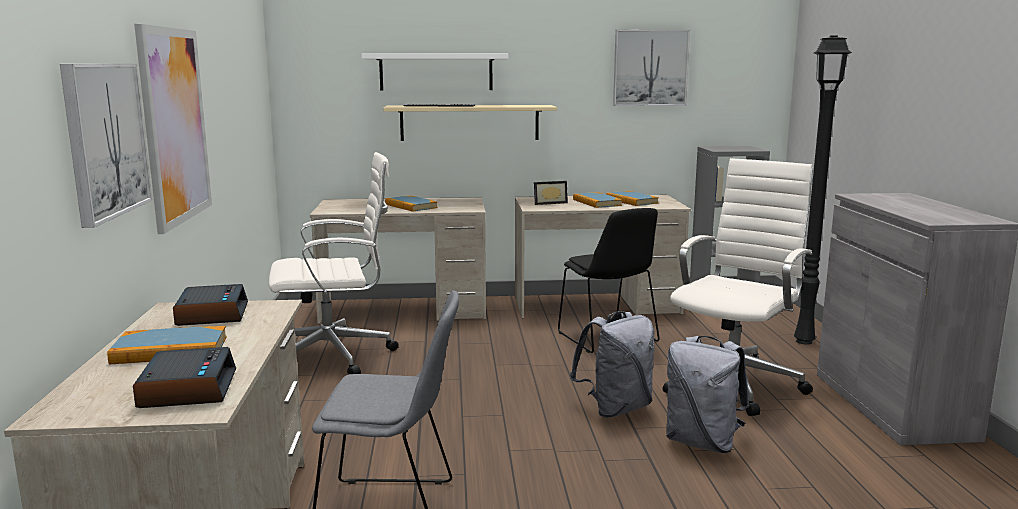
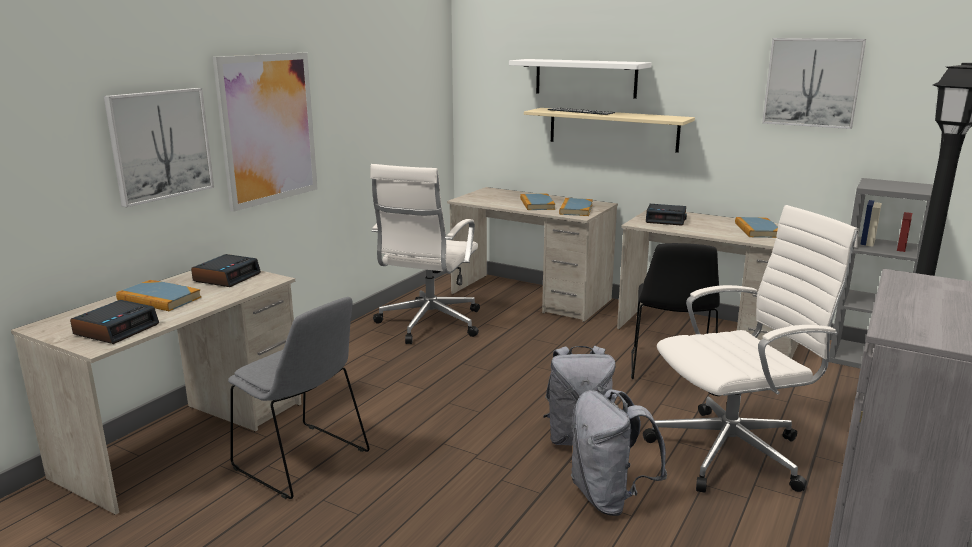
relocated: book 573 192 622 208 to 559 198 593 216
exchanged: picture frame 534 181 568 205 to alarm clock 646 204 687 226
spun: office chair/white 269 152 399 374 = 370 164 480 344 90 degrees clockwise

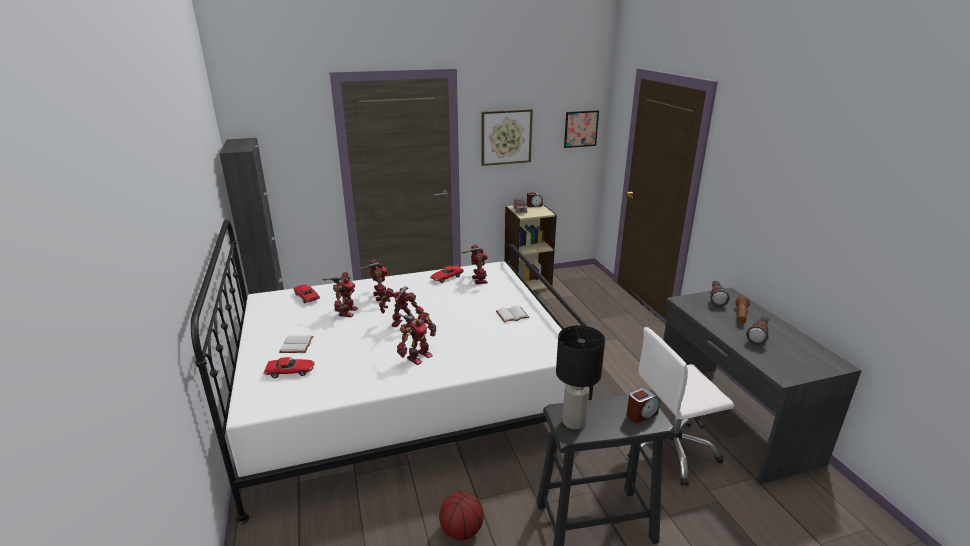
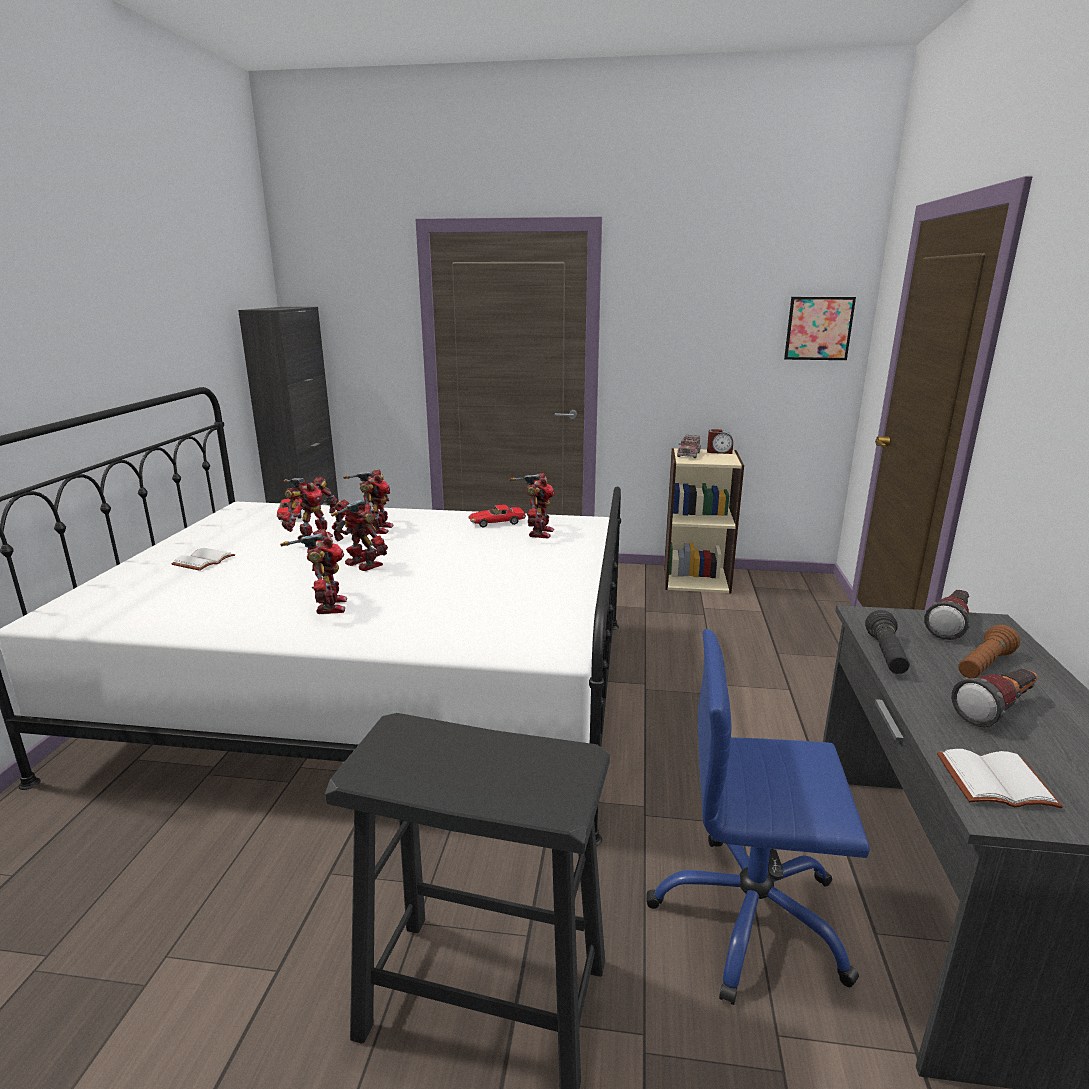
missing: toy car 264 357 315 378; basketball 439 491 484 540; picture 481 109 533 166; table lamp/black 556 325 605 429; alarm clock 627 388 660 423
appeared: flashlight/black 865 610 910 674
relocated: book/white 496 306 530 323 to 937 749 1063 808
colour: office chair/white 627 327 734 486 to office chair/blue 646 629 870 1005
spun: toy robot 397 312 436 365 = 280 529 347 614 75 degrees counterclockwise

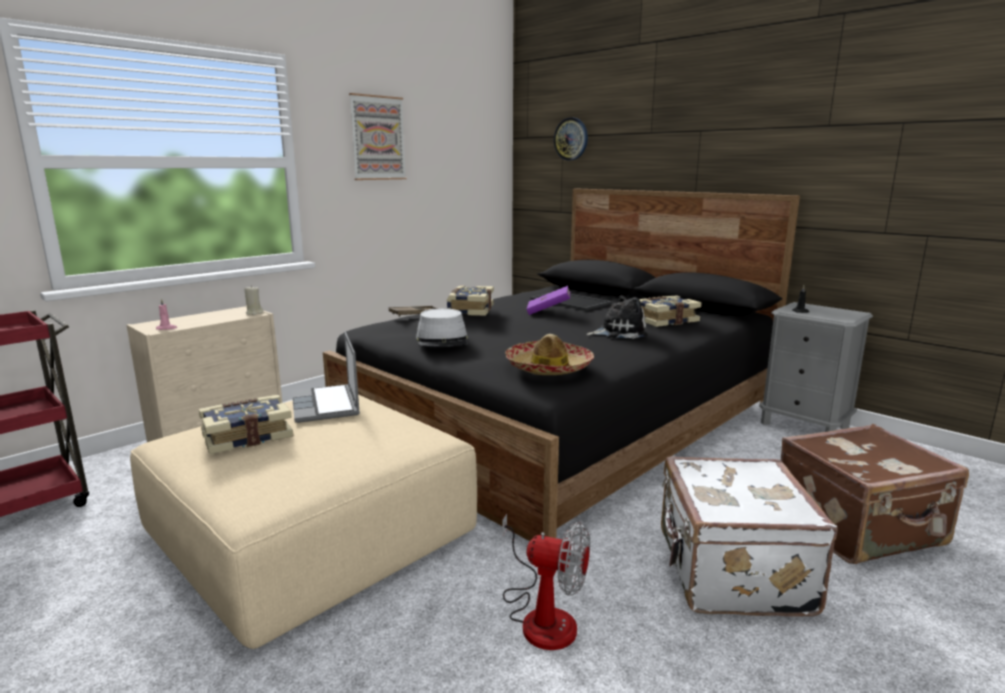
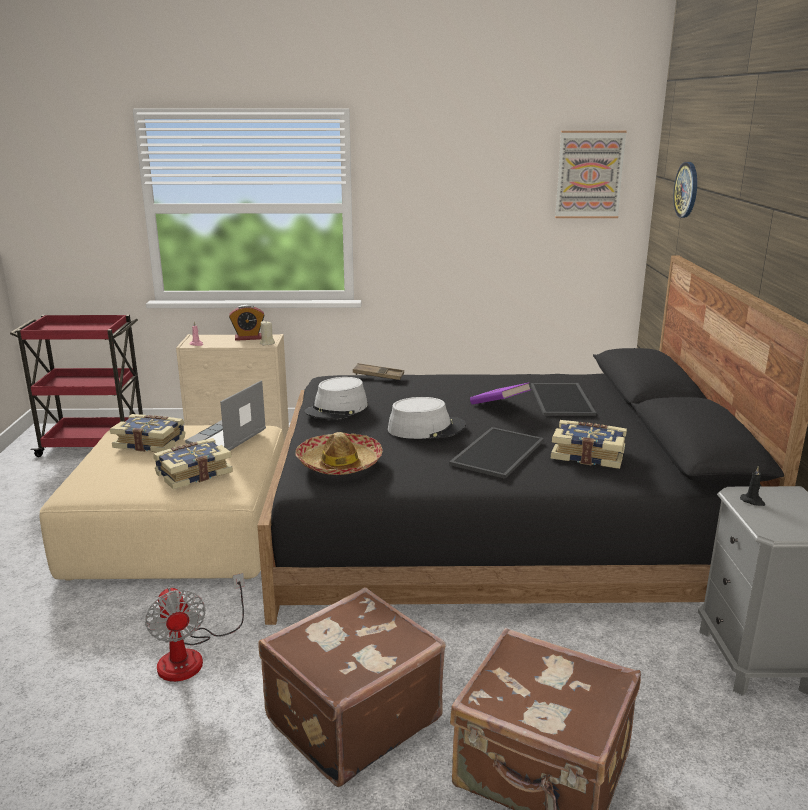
appeared: alarm clock 229 305 265 341; hat/grey 388 397 466 439
relocated: picture 349 93 406 180 to 555 131 627 218; book 446 286 494 316 to 153 438 233 489
exchanged: plush toy 586 295 648 339 to tray 449 427 544 479
colour: suitcase/white 661 456 838 617 to suitcase/brown 258 587 446 787

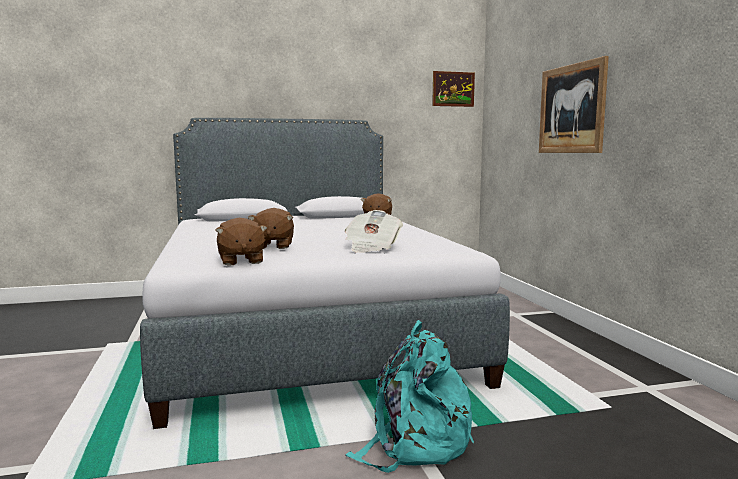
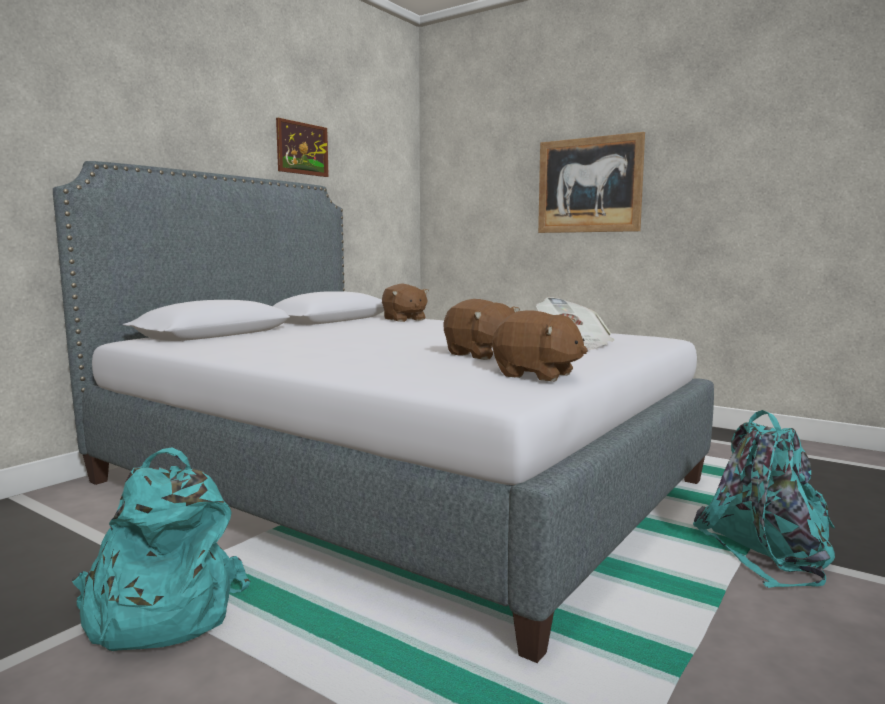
appeared: backpack/turquoise 72 447 250 651
relocated: picture 432 71 475 107 to 276 118 329 177

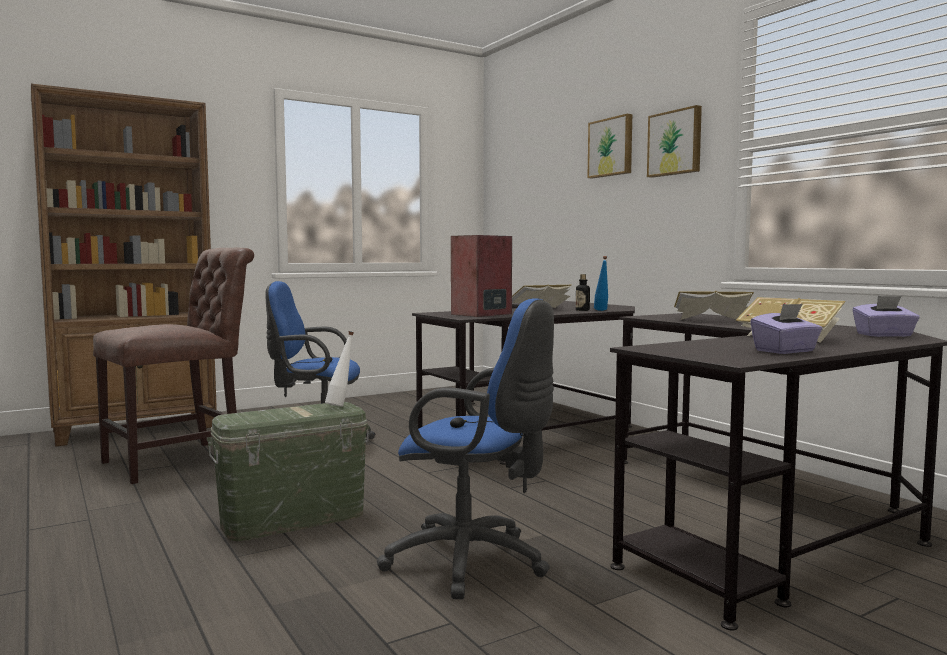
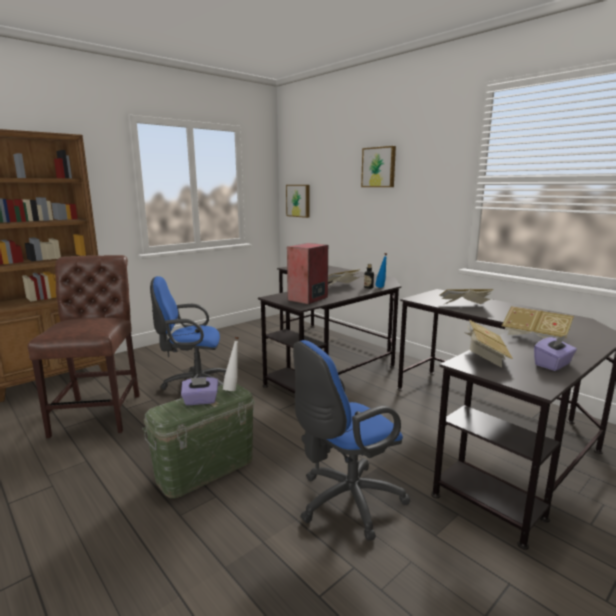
appeared: book 466 320 513 368
relocated: picture 647 105 702 178 to 286 185 310 218; tissue box/purple 853 296 920 337 to 181 377 218 405
spun: chair/brown 93 247 254 484 = 28 255 140 438 45 degrees counterclockwise; office chair/blue 377 298 554 599 = 293 340 410 541 135 degrees clockwise

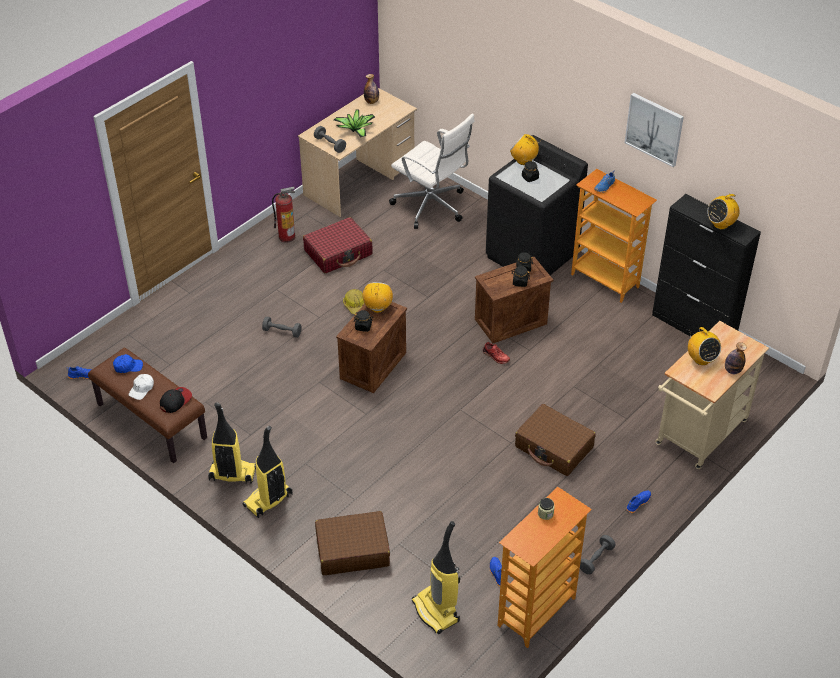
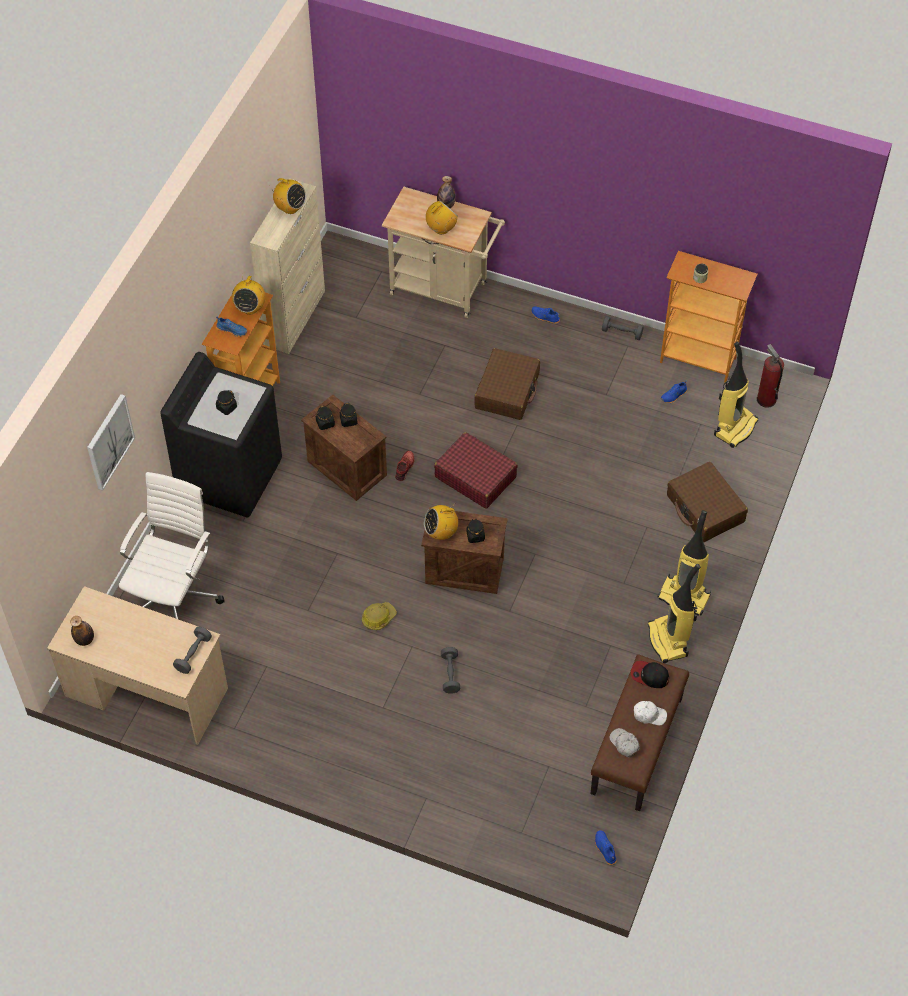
missing: potted plant 334 109 375 137
relocated: fire extinguisher 272 187 295 243 to 757 344 784 408; suitcase/red 303 217 373 273 to 434 432 518 509; radio 510 134 539 165 to 232 276 265 315; picture 625 93 684 167 to 87 394 135 491
colour: cap/blue 113 354 143 373 to cap/white 609 728 639 757; cabinet/black 652 194 761 337 to cabinet/beige 250 179 325 354

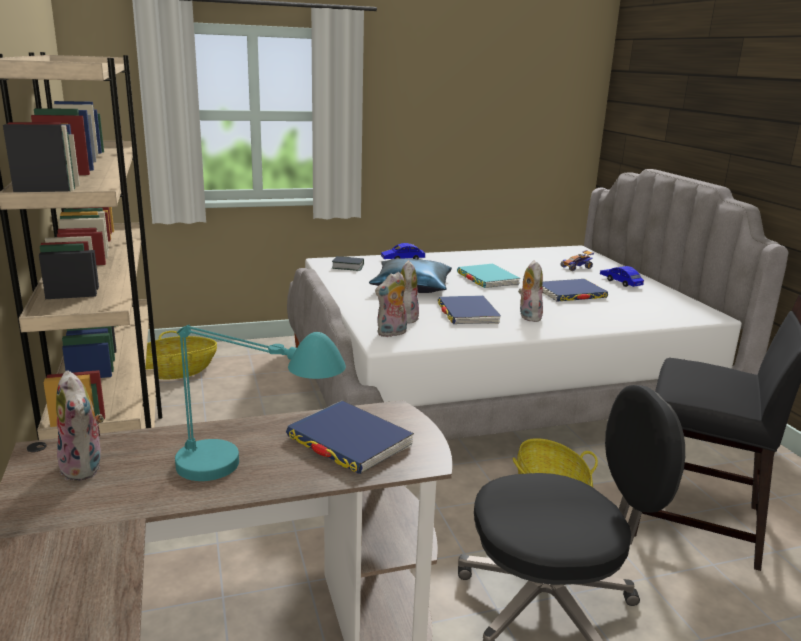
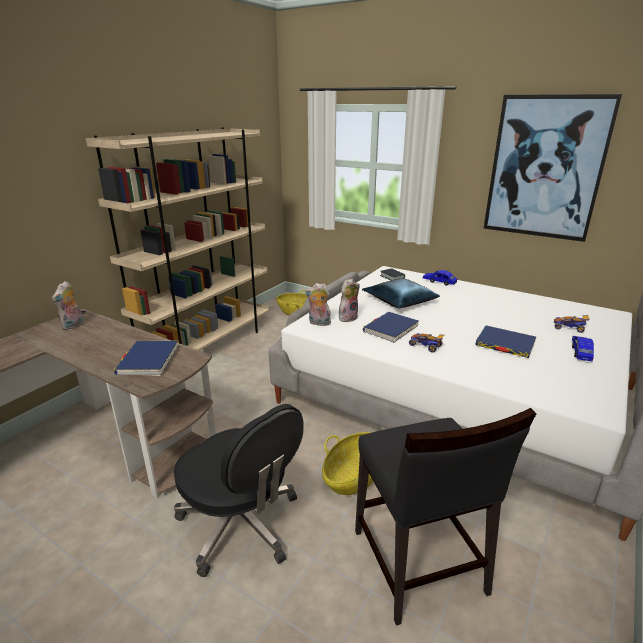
missing: table lamp/turquoise 175 325 346 481; book/turquoise 457 264 520 288
appeared: picture 484 94 622 242
exchanged: plush toy 518 260 543 322 to toy car 409 333 444 353

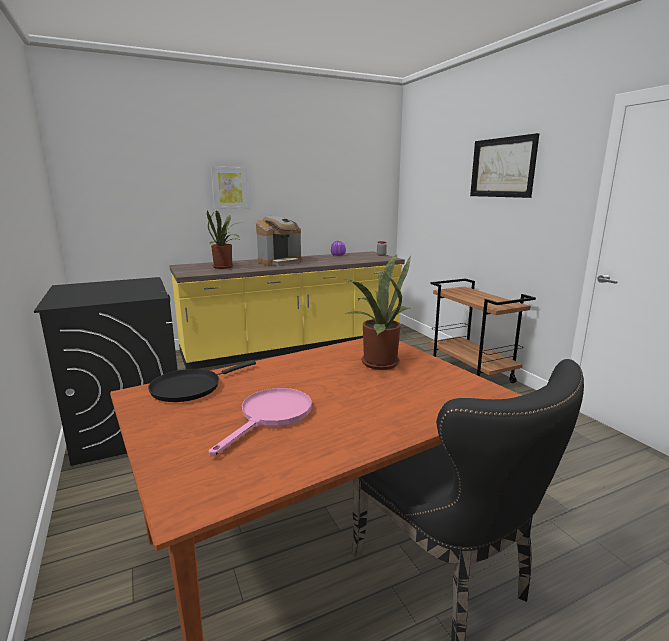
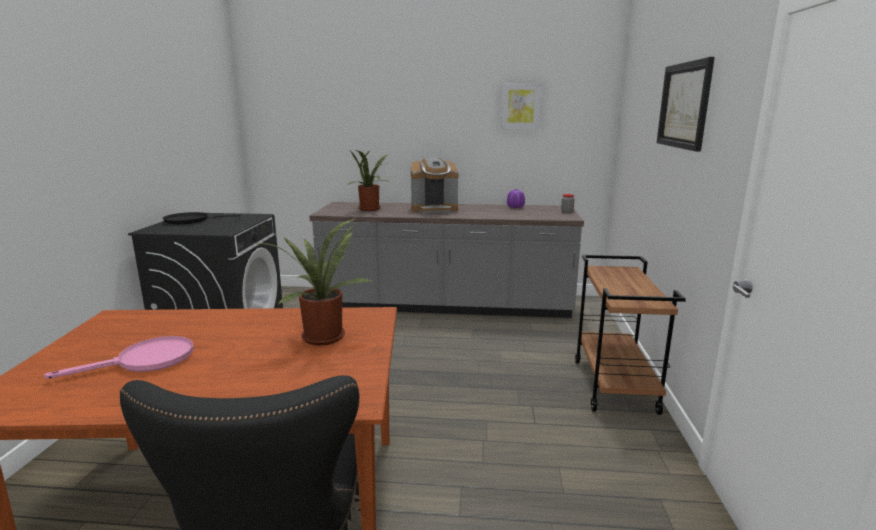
relocated: frying pan/black 148 360 256 402 to 163 212 240 224; picture 211 167 249 209 to 501 83 542 129
colour: counter/yellow 169 251 405 369 to counter/grey 310 202 584 318

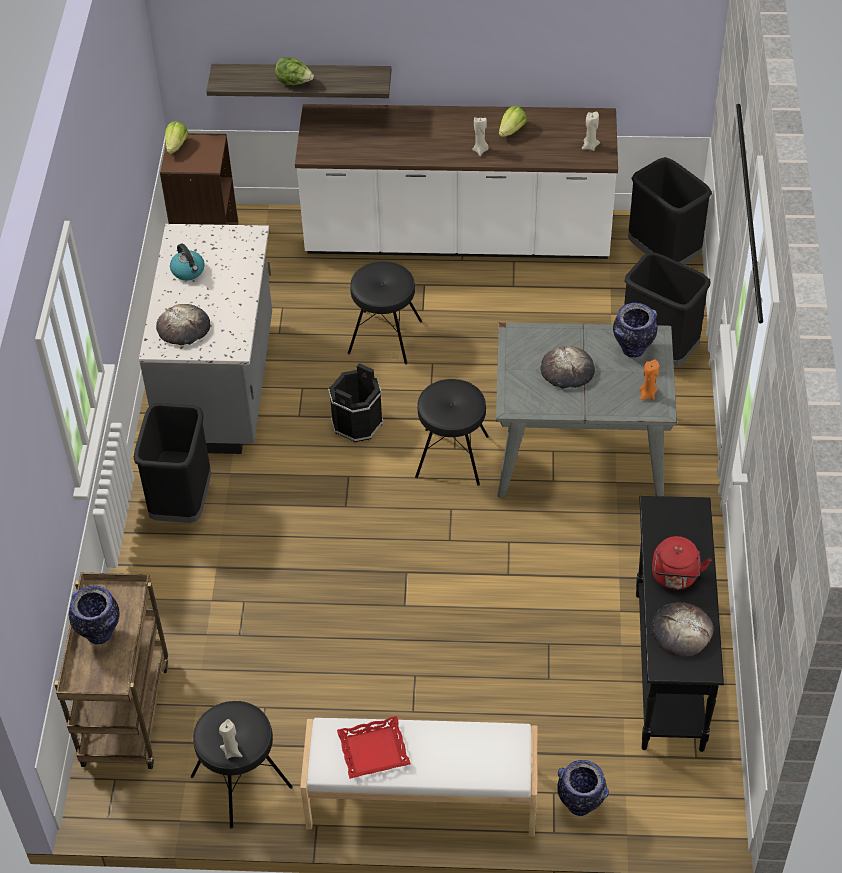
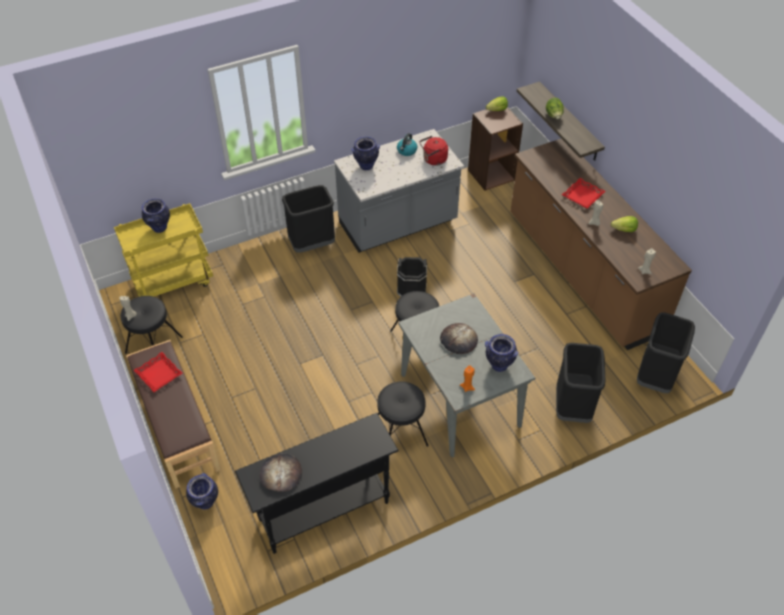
appeared: tray/red 562 178 606 209
relocated: stool/black 348 261 422 365 to 377 381 429 447; kettle/red 652 536 711 590 to 419 136 448 166
exchanged: bread 156 304 210 345 to vase 351 136 380 170
colour: cart/brown 55 573 168 769 to cart/yellow 114 203 213 297; counter/white 295 104 618 259 to counter/brown 510 139 692 350; bench/white 300 718 537 837 to bench/brown 126 340 221 489

